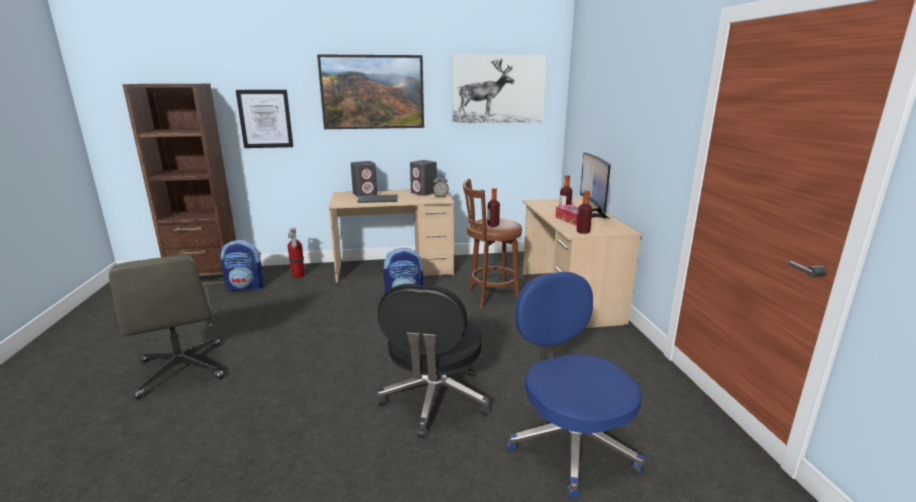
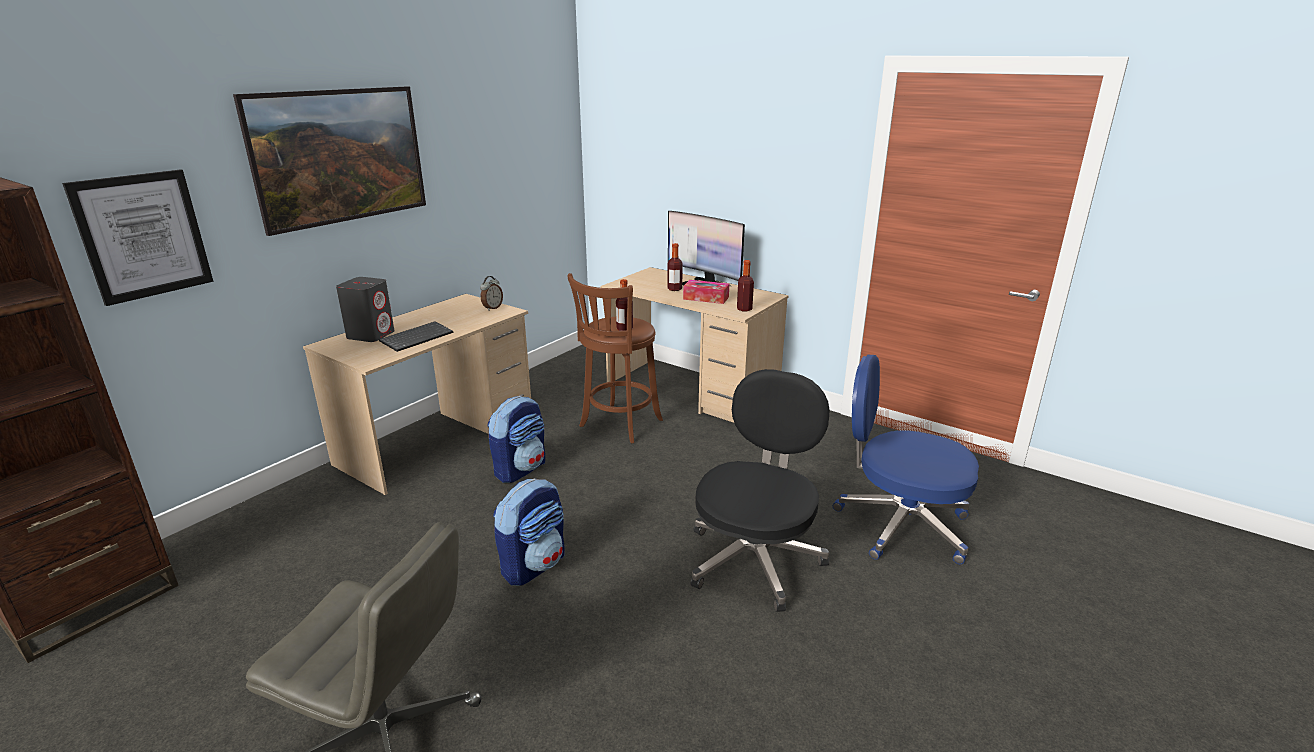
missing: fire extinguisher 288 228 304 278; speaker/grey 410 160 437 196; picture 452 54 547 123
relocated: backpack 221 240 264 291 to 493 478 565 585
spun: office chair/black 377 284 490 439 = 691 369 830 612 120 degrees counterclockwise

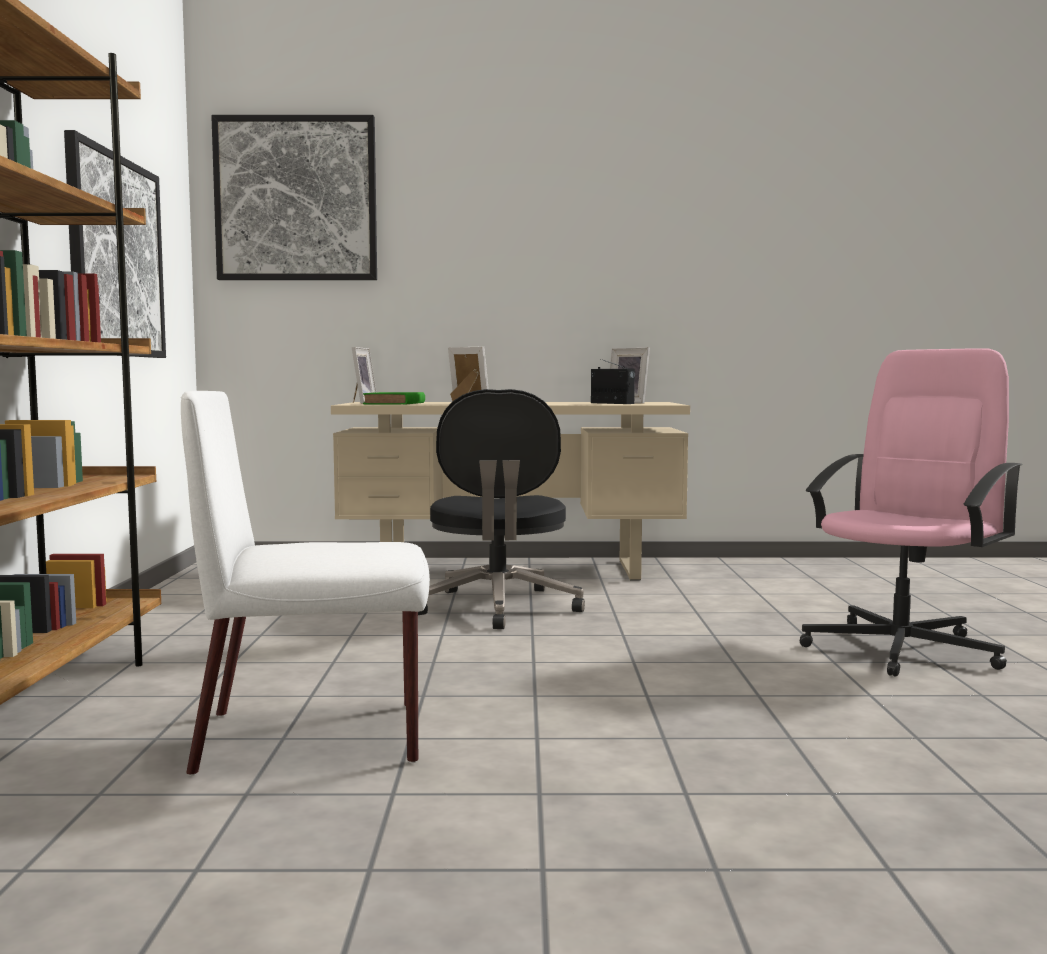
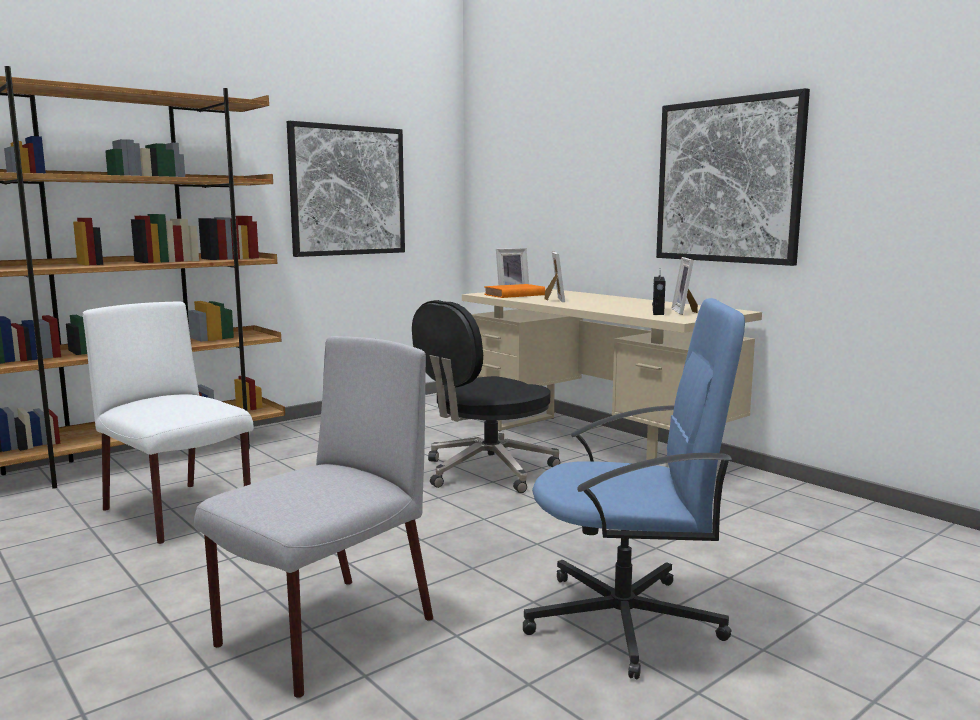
appeared: chair/grey 194 336 433 698
relocated: picture 211 115 377 280 to 656 88 810 266
colour: book/green 363 392 425 405 to book/orange 484 284 545 298; office chair/pink 800 348 1023 677 to office chair/blue 523 298 745 679

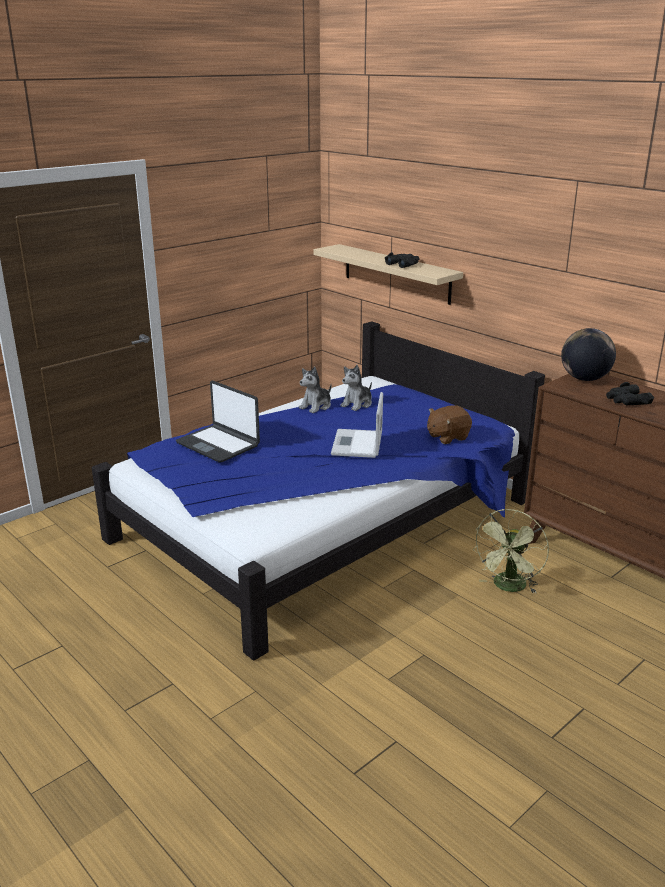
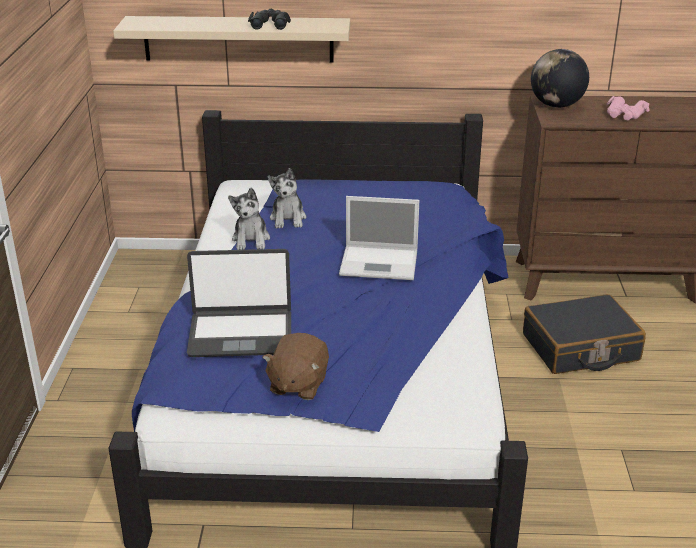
relocated: plush toy/brown 427 405 472 444 to 263 333 329 400
exchanged: fan/green 472 509 549 594 to suitcase/black 523 294 646 374
colour: binoculars/black 606 382 654 405 to binoculars/pink 607 96 649 120
spun: laptop 331 392 383 458 = 339 196 419 280 45 degrees counterclockwise

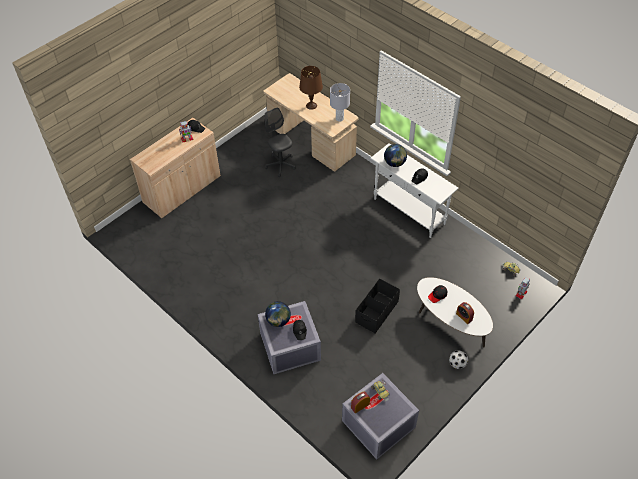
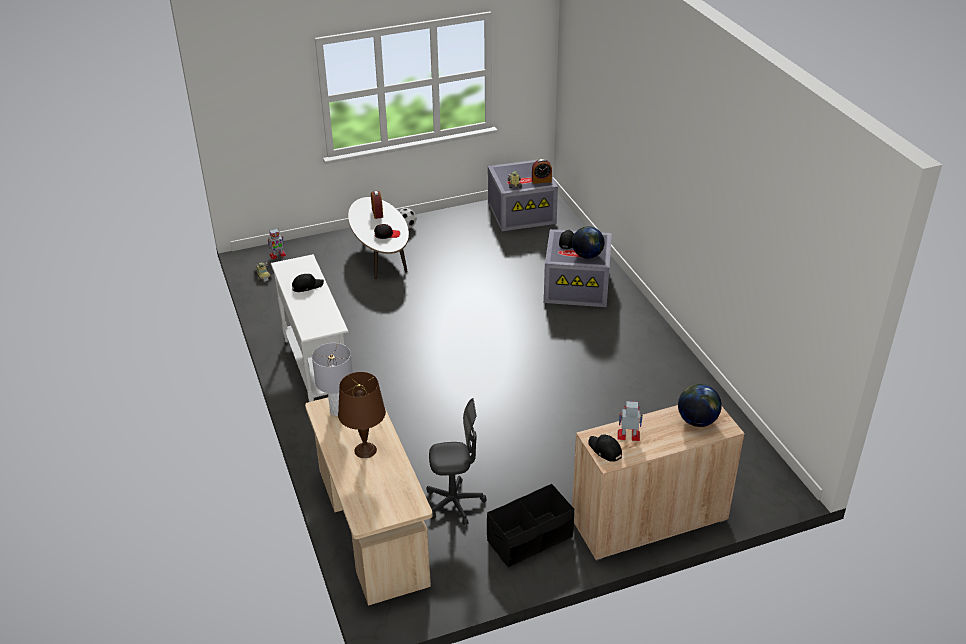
relocated: storage box/black 355 278 400 334 to 487 484 574 567; globe 384 144 407 167 to 678 384 722 427
spun: office chair/grey 265 107 296 177 = 427 398 487 525 90 degrees counterclockwise

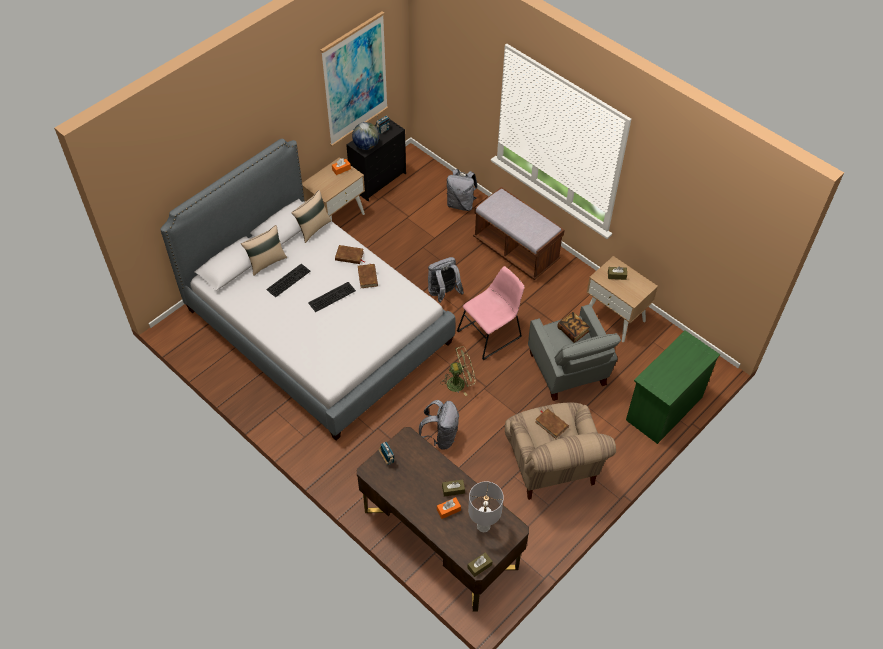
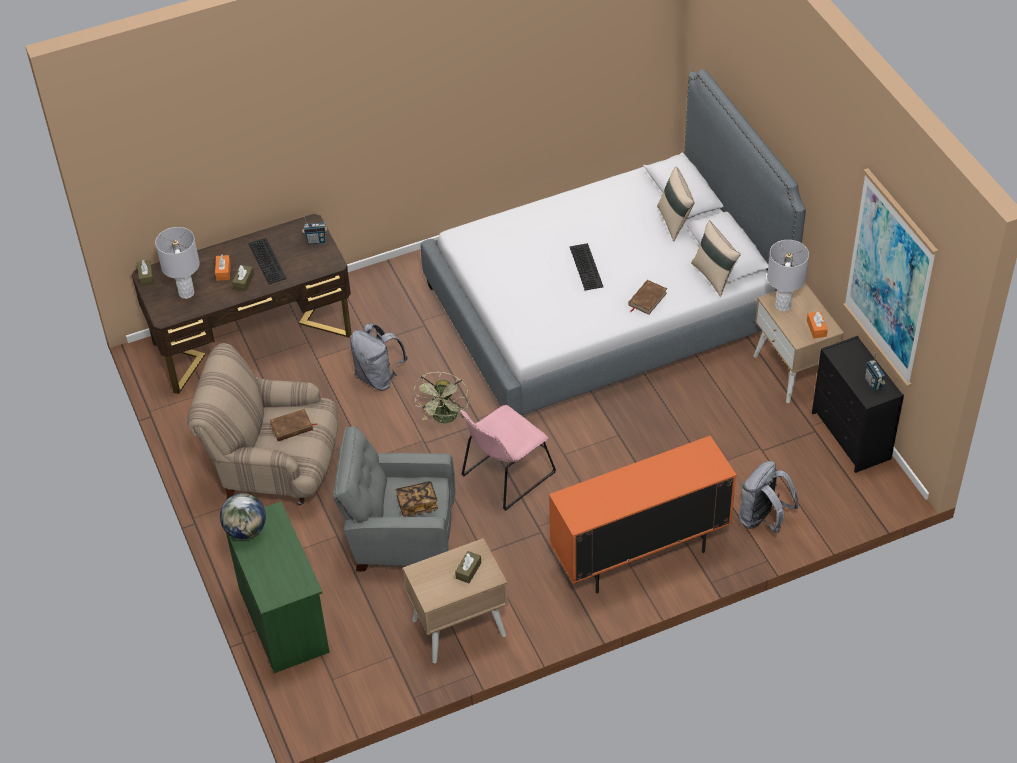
missing: book/brown 358 264 378 288; backpack/grey 428 257 464 303
appeared: table lamp/grey 767 240 809 311
relocated: keyboard 266 264 311 298 to 248 238 287 285; globe 352 122 379 150 to 220 493 266 539
exchanged: bench/brown 473 187 564 280 to cabinet/orange 549 436 737 594
spun: chair/pink 457 266 525 360 = 460 405 556 511 60 degrees clockwise

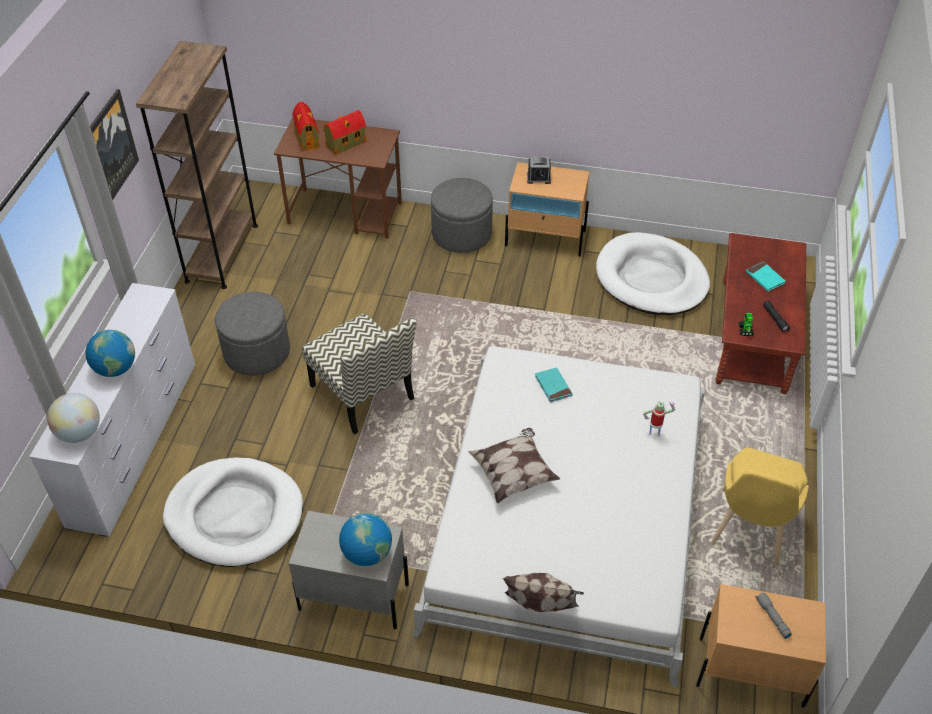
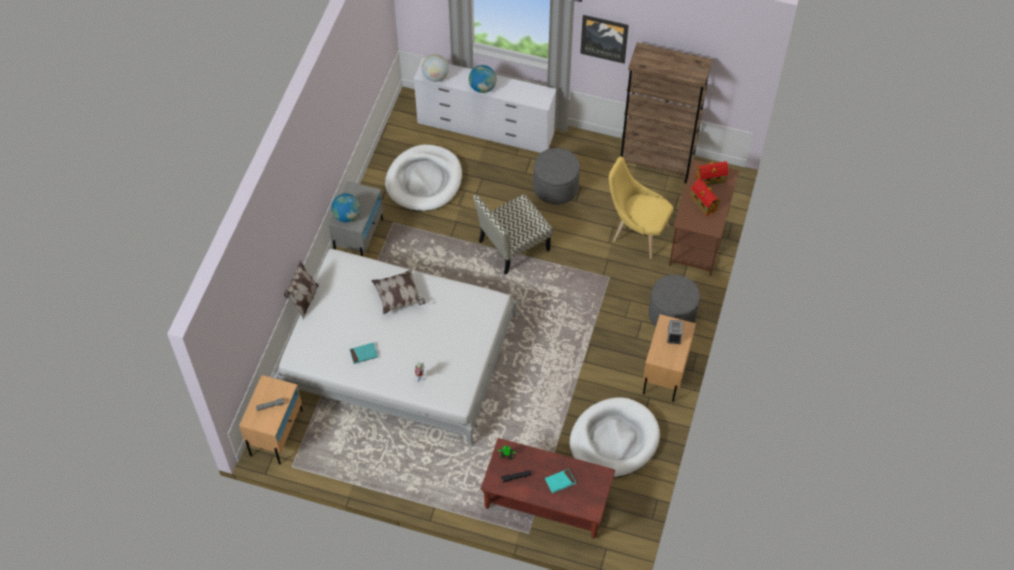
relocated: book/turquoise 535 367 573 403 to 349 342 378 364; chair/yellow 711 447 809 566 to 609 156 674 259

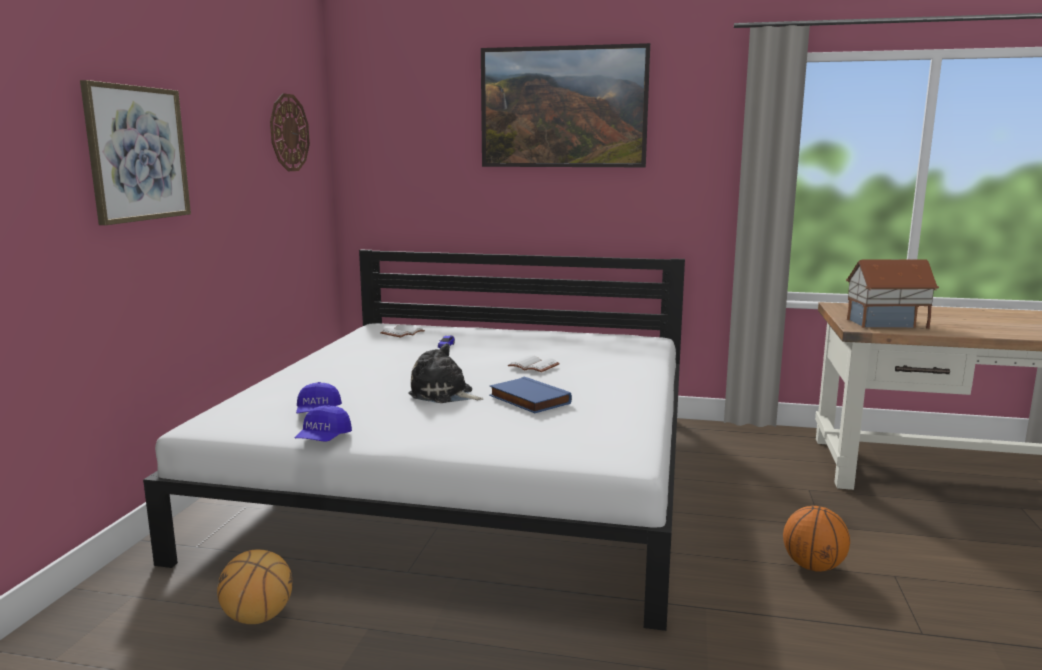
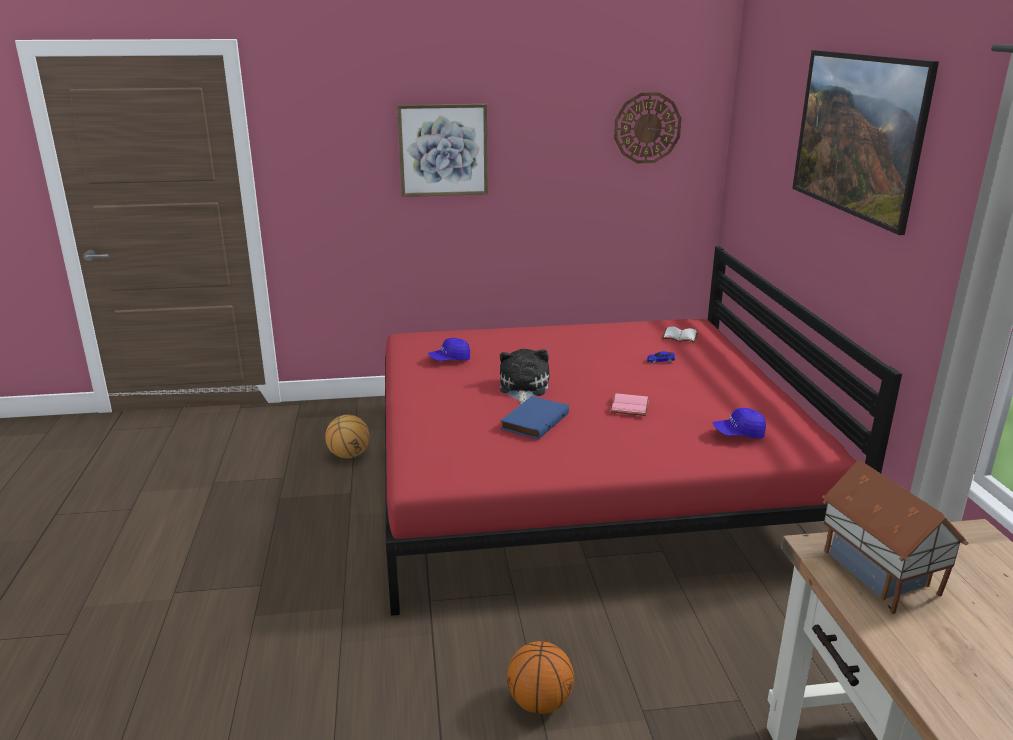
relocated: cap/blue 295 405 352 442 to 712 408 766 439
colour: bed/white 143 250 685 631 to bed/red 385 246 902 616; book/white 508 355 560 372 to book/pink 610 393 649 416

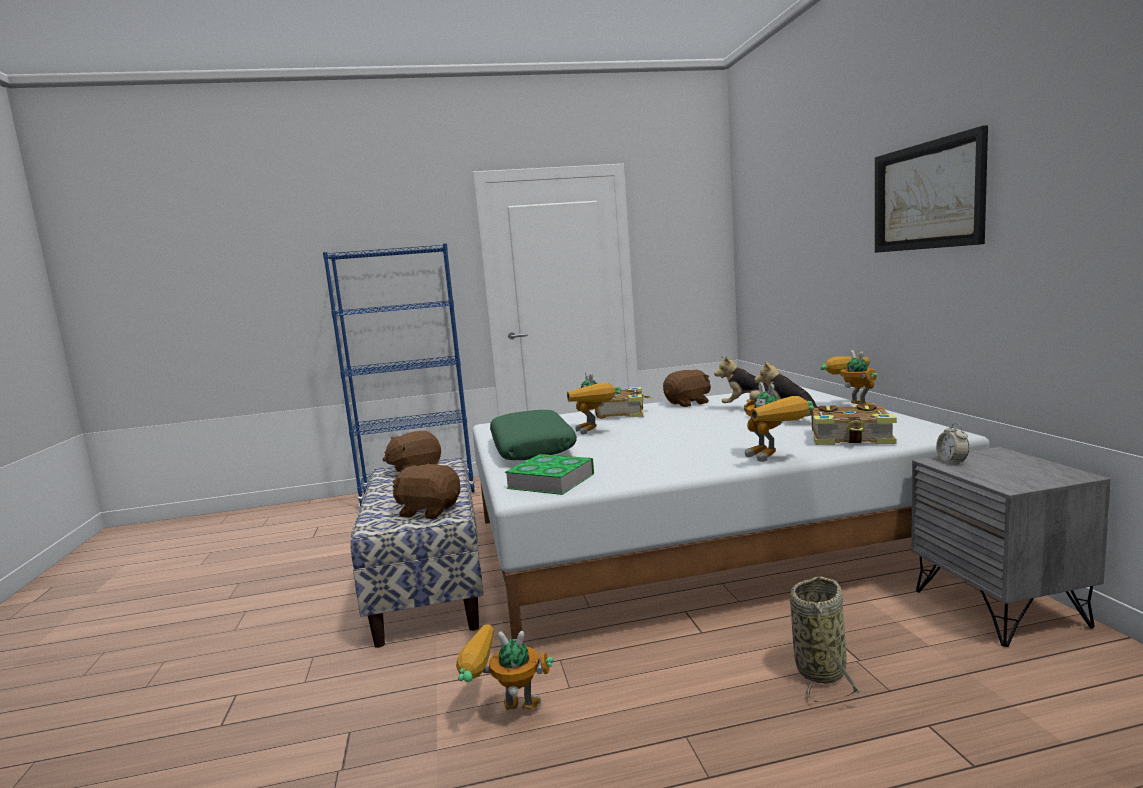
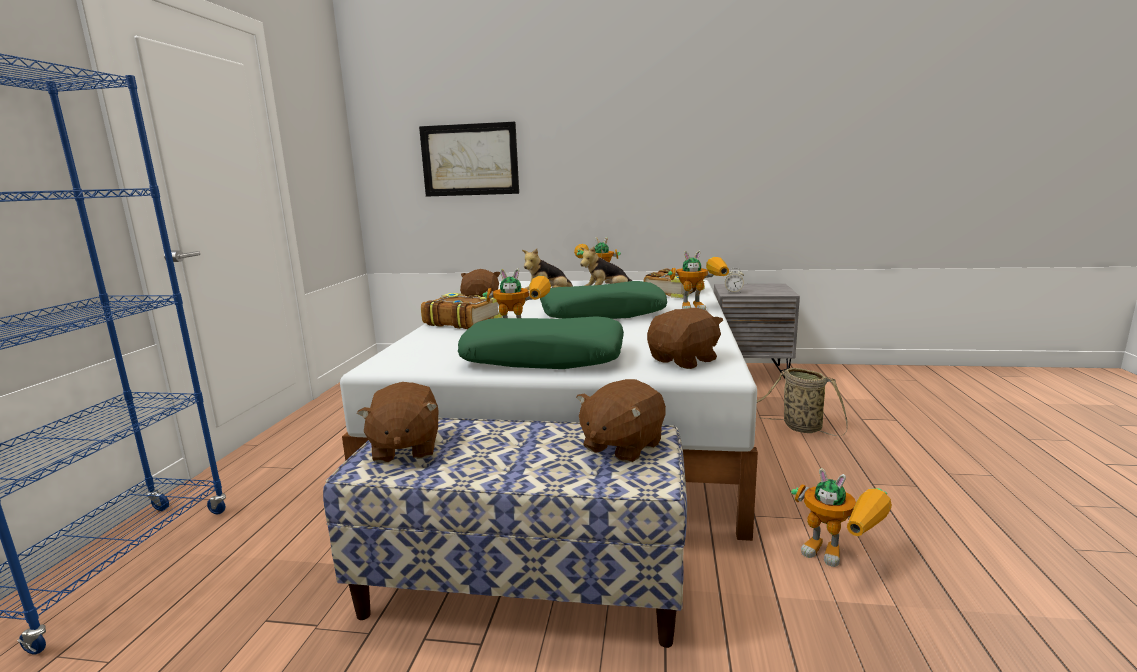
appeared: pillow/green 540 281 667 319
relocated: picture 875 125 988 253 to 419 122 519 197
exchanged: book 505 454 594 495 to plush toy/brown 647 308 723 369
spun: toy robot 456 624 554 710 = 791 468 892 567 75 degrees counterclockwise

